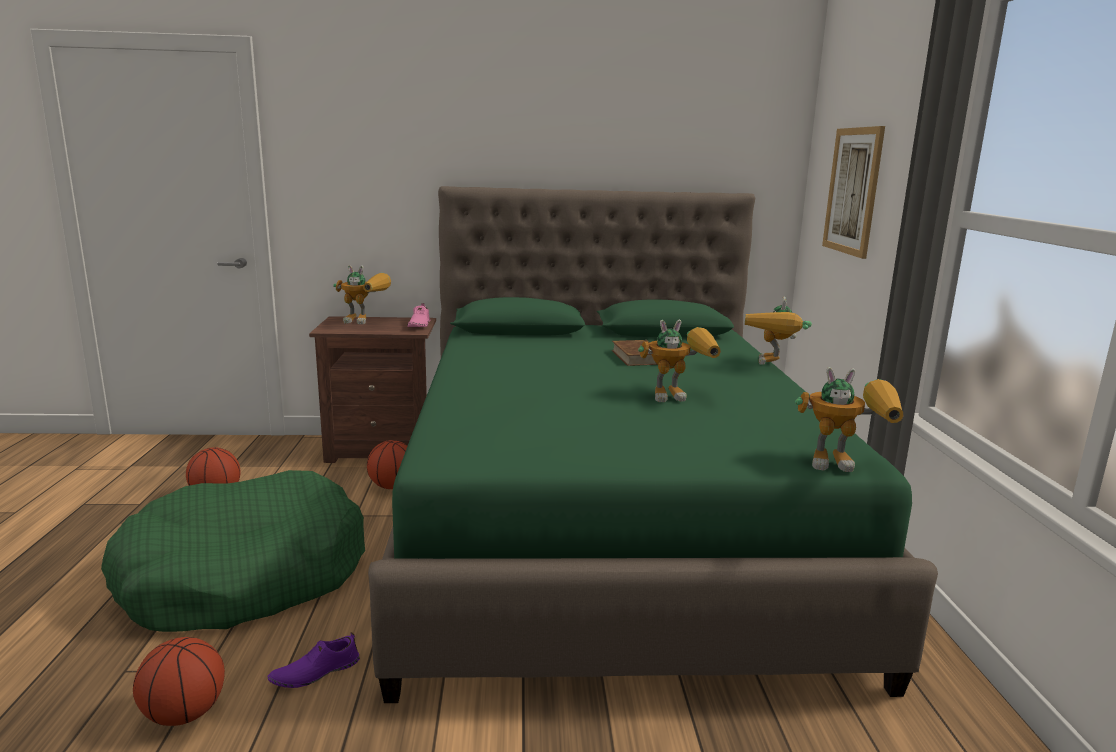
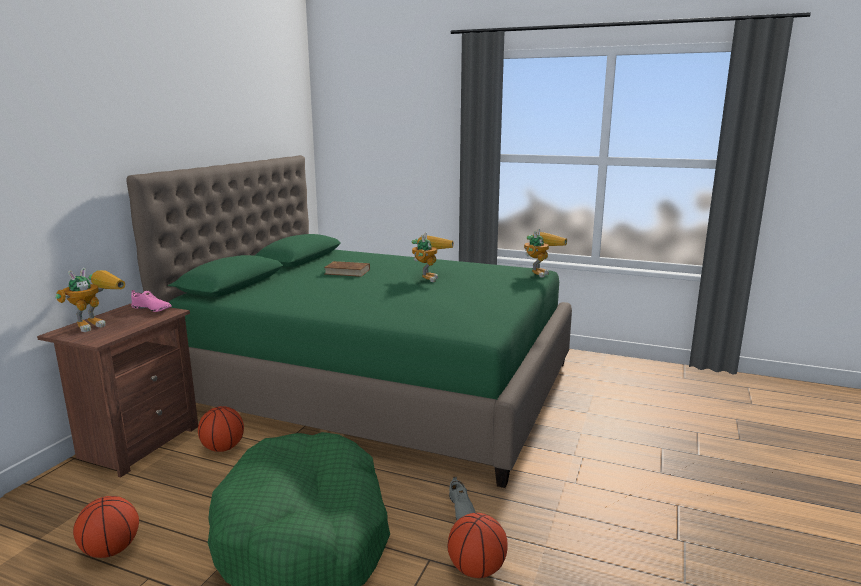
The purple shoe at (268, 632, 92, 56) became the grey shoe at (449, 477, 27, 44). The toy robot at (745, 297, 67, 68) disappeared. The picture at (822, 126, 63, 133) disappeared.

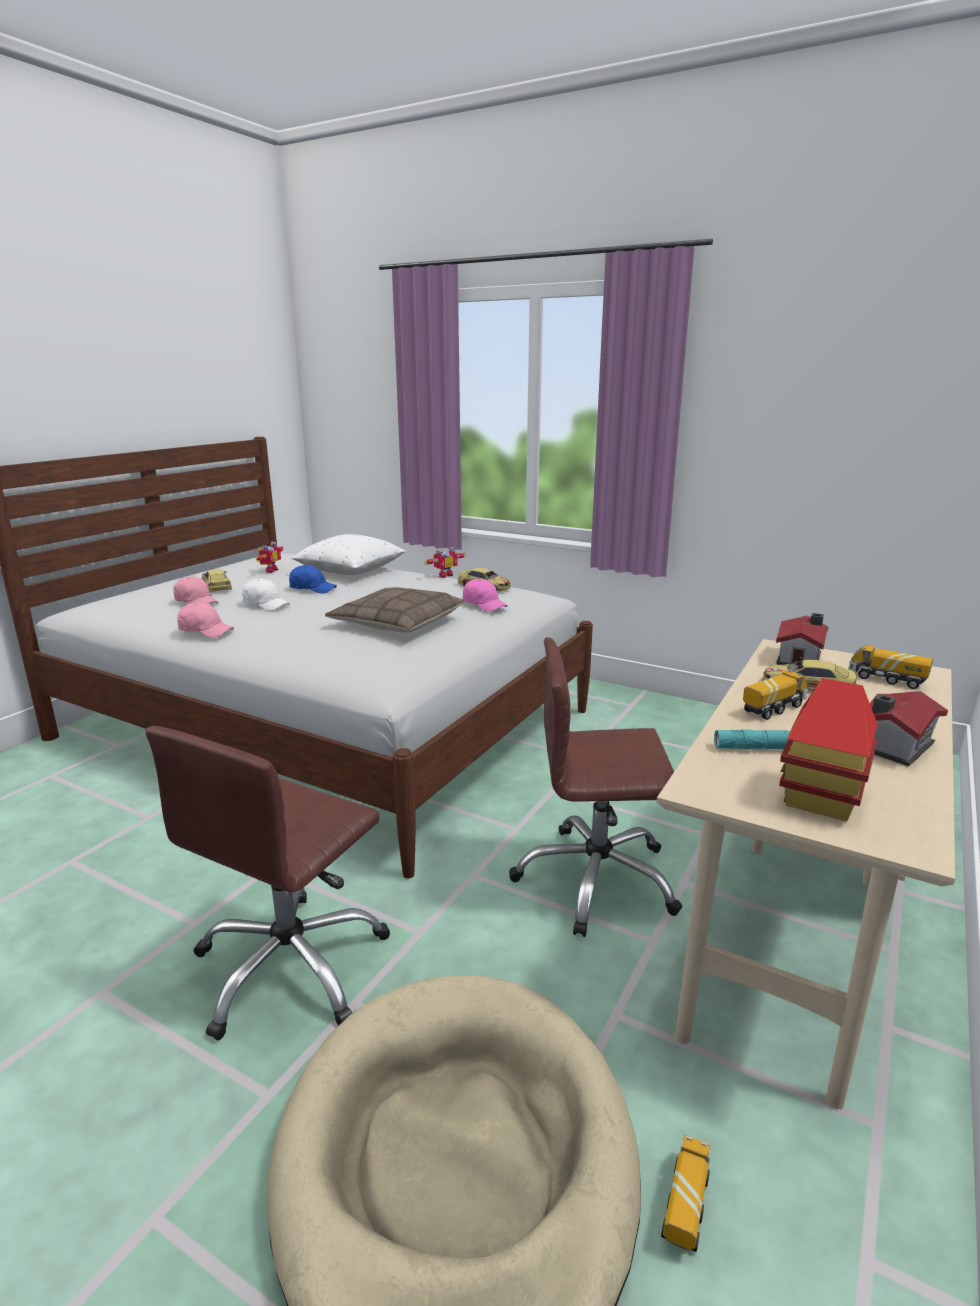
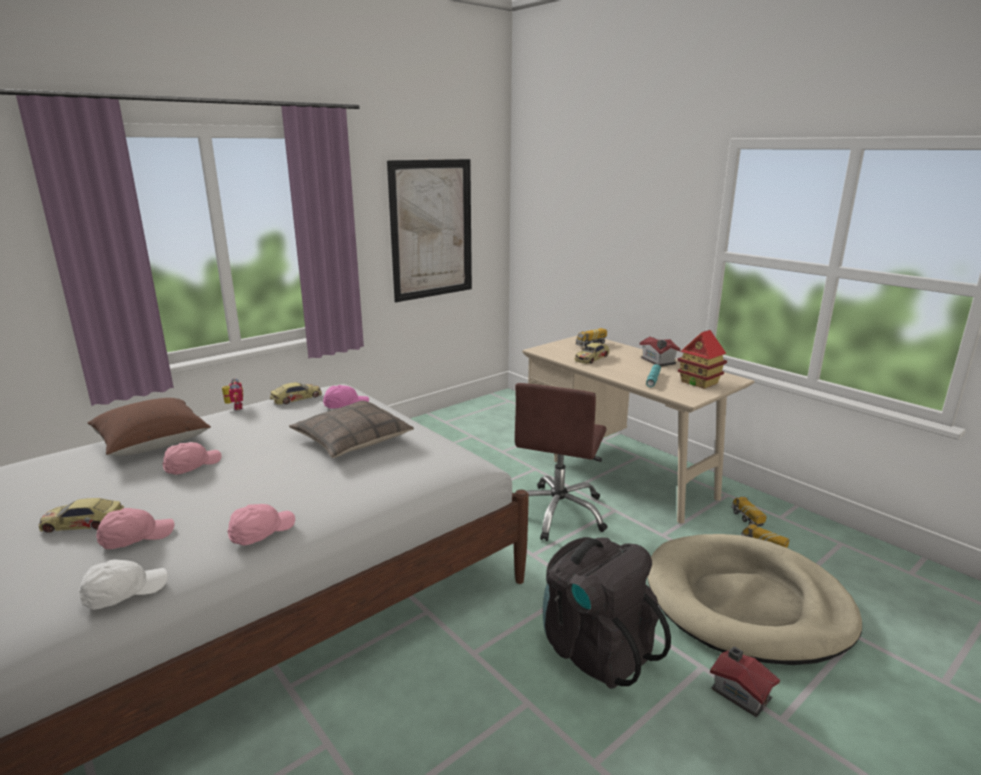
The white cap moved from (242, 579, 48, 32) to (78, 560, 90, 50). The white pillow at (292, 534, 114, 41) became the brown pillow at (88, 398, 123, 58). The blue cap at (289, 565, 48, 29) became the pink cap at (162, 442, 60, 33). The picture at (387, 159, 85, 143) appeared. The brown office chair at (146, 726, 244, 315) was replaced by the black backpack at (543, 537, 128, 152). The toy house moved from (776, 613, 52, 52) to (710, 647, 70, 70). The toy truck moved from (743, 670, 66, 50) to (731, 496, 36, 30). The toy robot at (256, 542, 27, 31) disappeared.

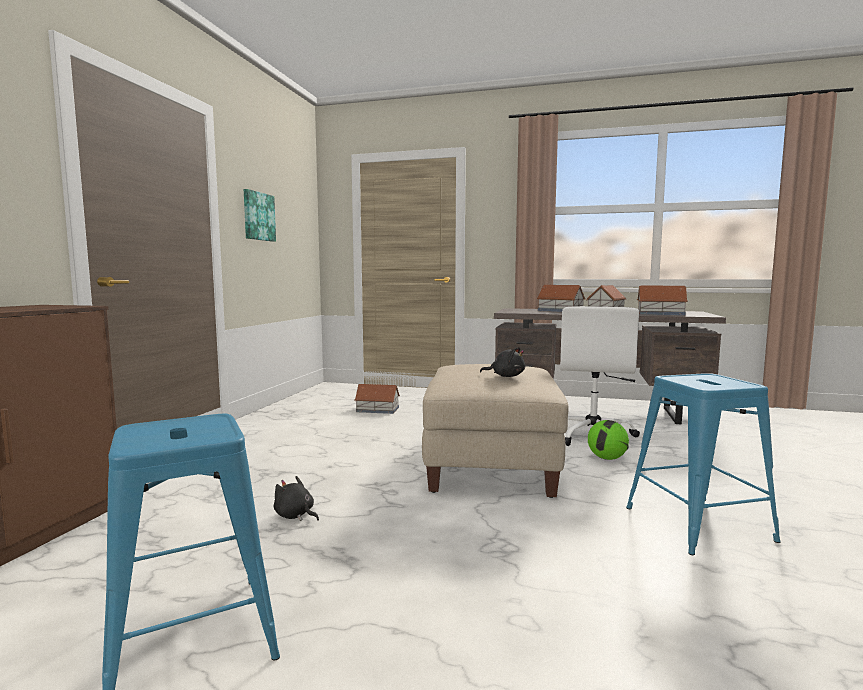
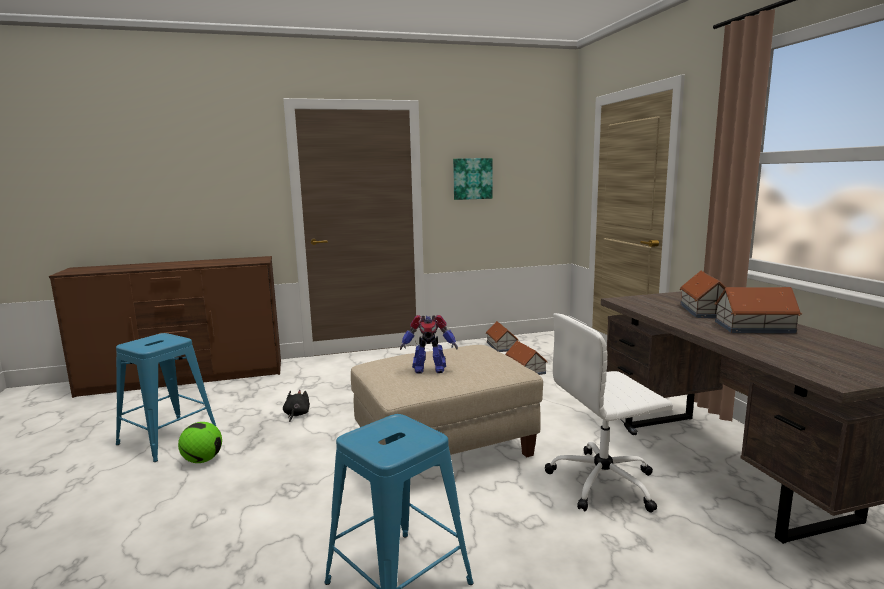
The football moved from (588, 420, 41, 40) to (178, 422, 44, 41). The black plush toy at (480, 347, 45, 30) was replaced by the toy robot at (400, 315, 58, 59). The toy house moved from (637, 286, 51, 29) to (486, 321, 33, 31).

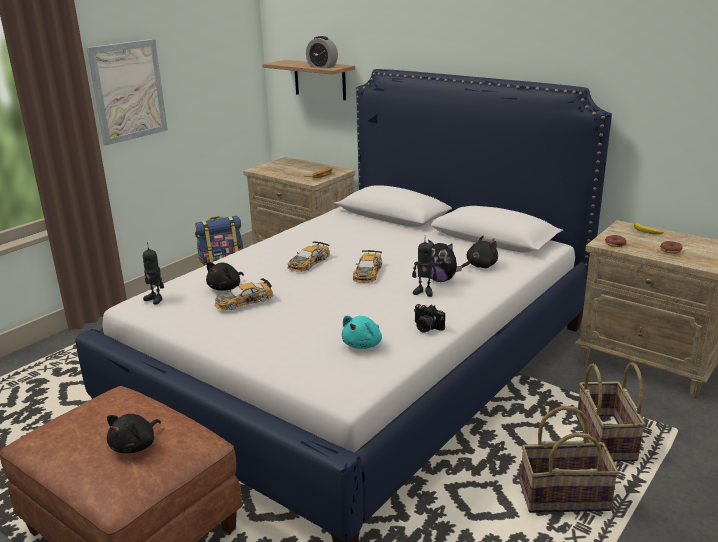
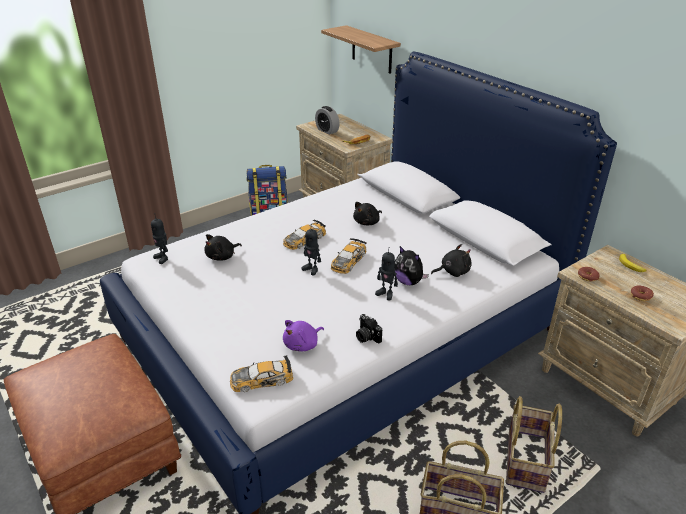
The toy car moved from (215, 278, 59, 32) to (230, 355, 63, 37). The turquoise plush toy at (342, 315, 40, 34) became the purple plush toy at (283, 320, 41, 31). The toy robot at (301, 228, 20, 48) appeared. The alarm clock moved from (306, 36, 32, 32) to (315, 106, 25, 29). The black plush toy moved from (107, 414, 54, 39) to (353, 202, 29, 23). The picture at (87, 39, 81, 107) disappeared.

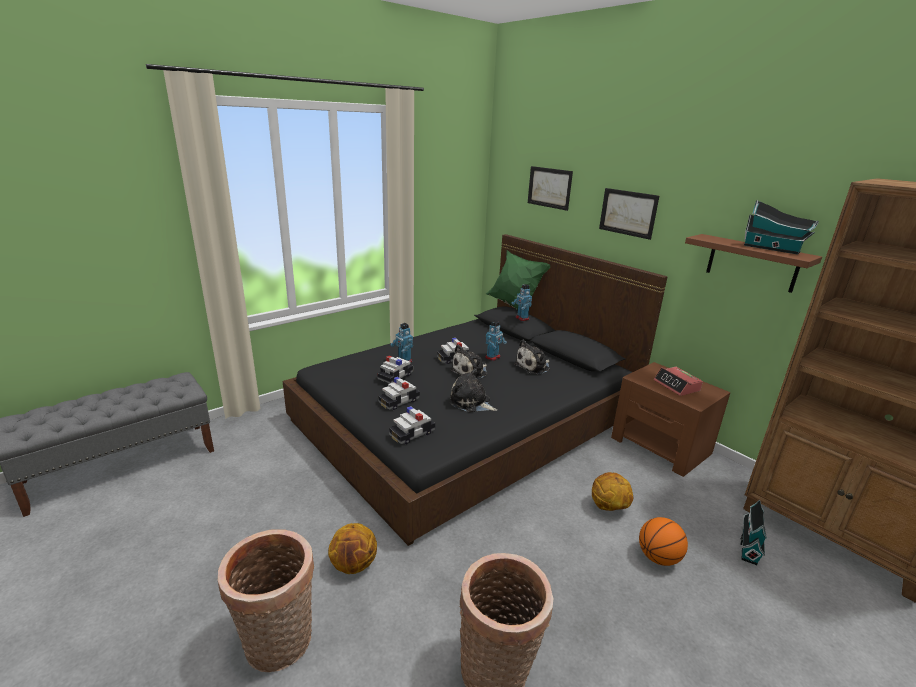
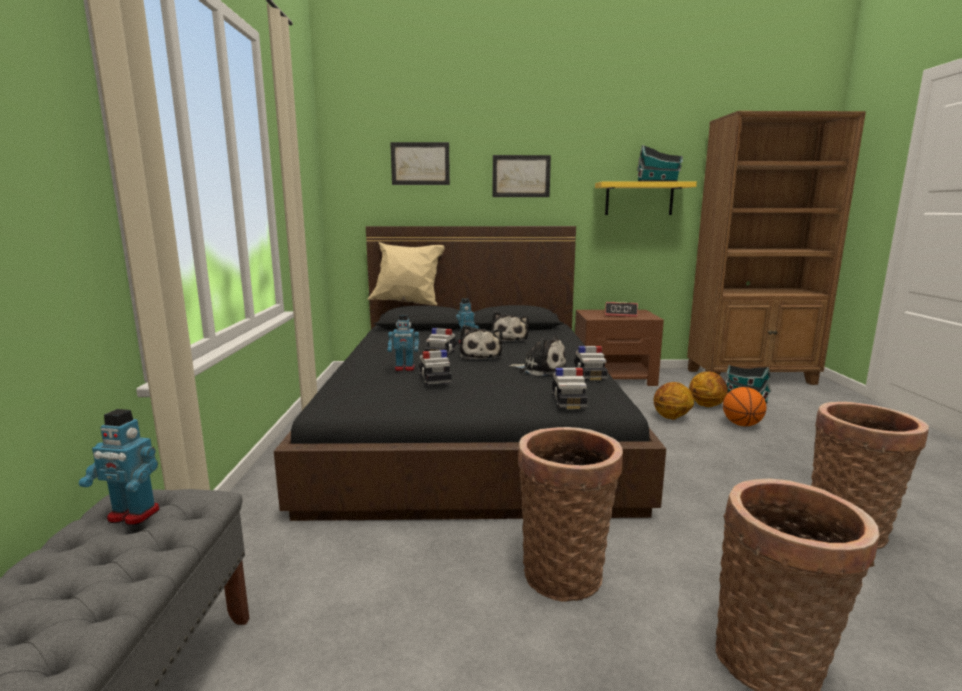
The toy robot moved from (512, 284, 20, 37) to (79, 409, 81, 116). The green pillow at (486, 250, 64, 60) became the beige pillow at (367, 242, 78, 63). The plush toy at (449, 368, 49, 44) turned 135 degrees counterclockwise. The basket at (518, 427, 105, 175) appeared. The toy car moved from (378, 377, 42, 33) to (574, 346, 34, 34). The brown shelf at (685, 234, 137, 59) became the yellow shelf at (595, 182, 102, 33). The basketball moved from (328, 523, 49, 51) to (689, 371, 39, 36).

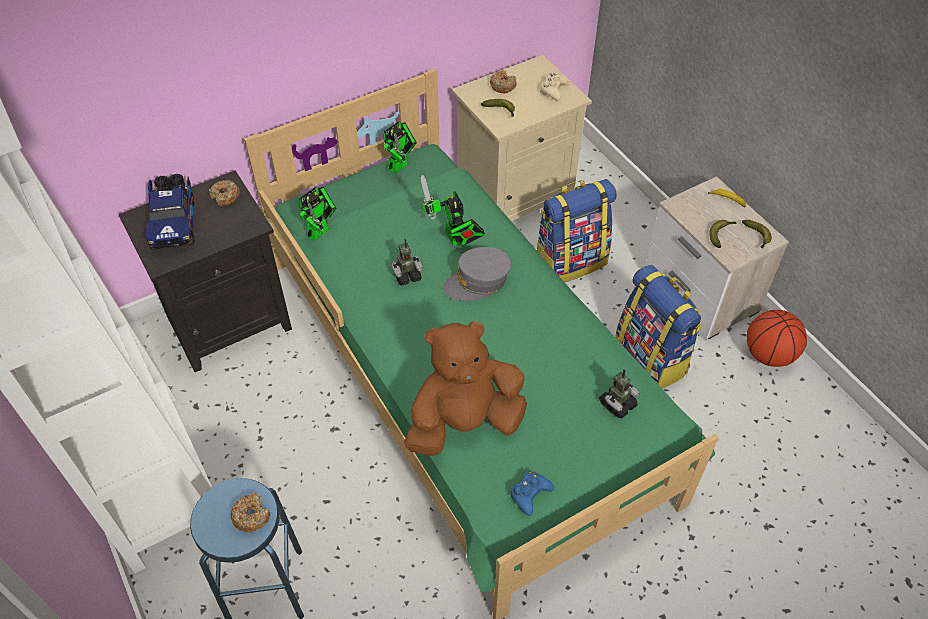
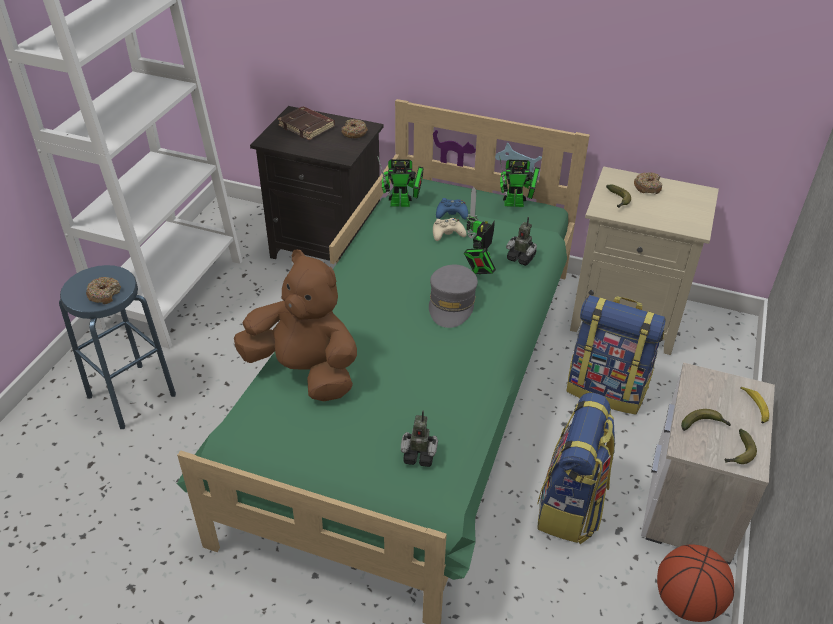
The toy truck at (145, 174, 49, 76) was replaced by the brown book at (278, 106, 57, 34). The grey cap at (443, 247, 68, 54) turned 105 degrees counterclockwise. The beige game controller moved from (540, 73, 30, 28) to (433, 218, 34, 23). The blue game controller moved from (510, 471, 44, 45) to (436, 198, 32, 22). The toy robot moved from (391, 238, 32, 48) to (506, 217, 31, 49).

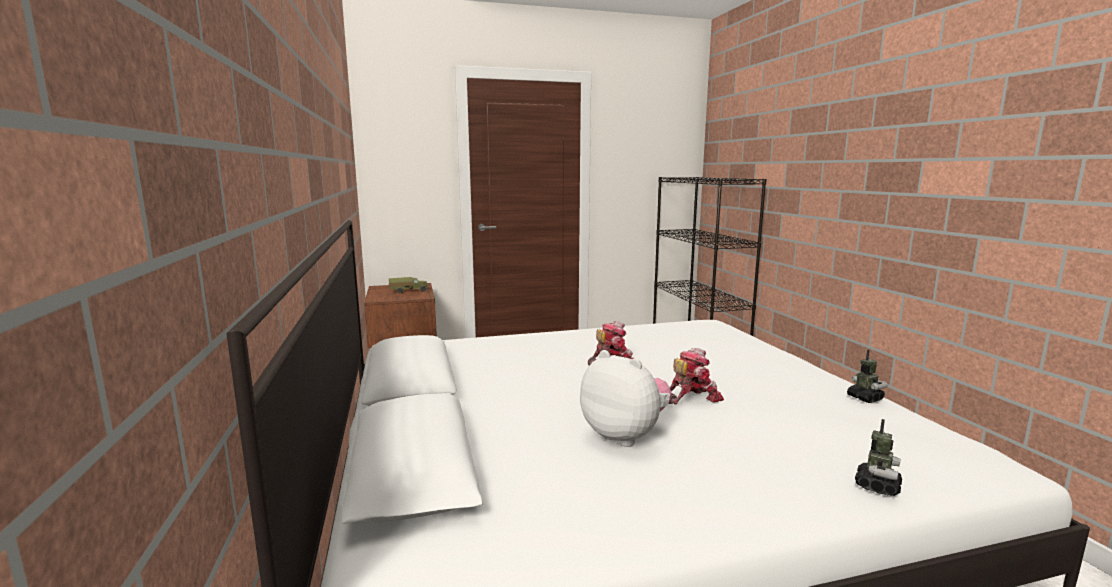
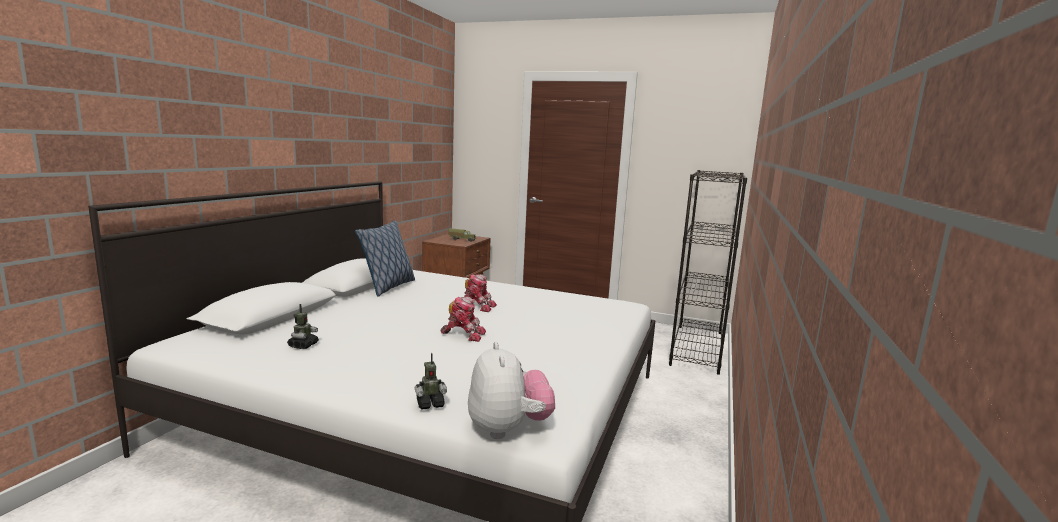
The toy robot moved from (847, 350, 41, 53) to (287, 304, 32, 45). The pillow at (355, 220, 60, 76) appeared. The plush toy moved from (580, 350, 92, 97) to (468, 342, 87, 97).

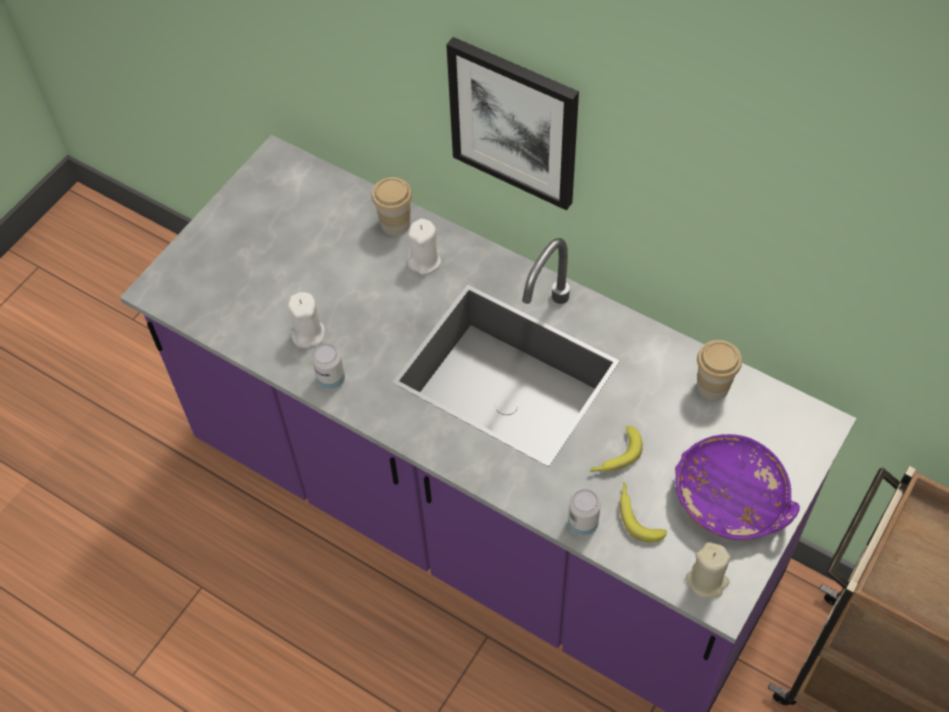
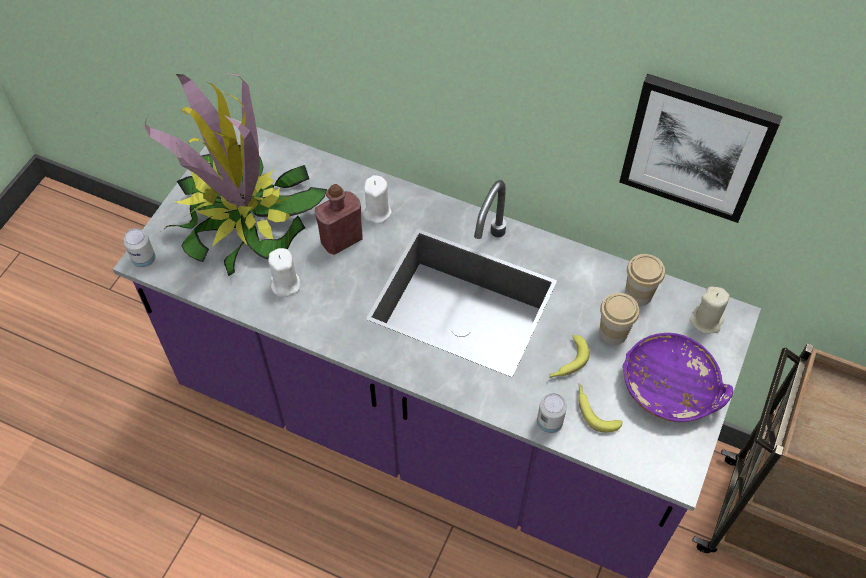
The can moved from (312, 344, 33, 46) to (124, 228, 32, 40). The potted plant at (145, 72, 183, 204) appeared. The red bottle at (315, 184, 48, 71) appeared. The cup moved from (372, 177, 40, 59) to (599, 293, 40, 52). The picture moved from (446, 37, 133, 174) to (619, 74, 164, 149). The beige candle moved from (686, 542, 45, 56) to (690, 287, 40, 47).

